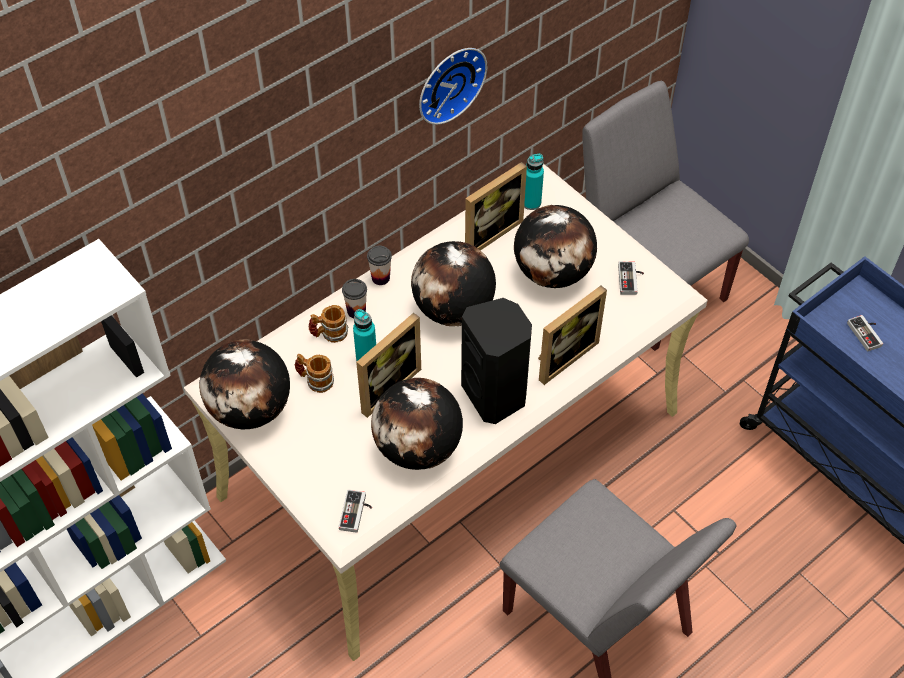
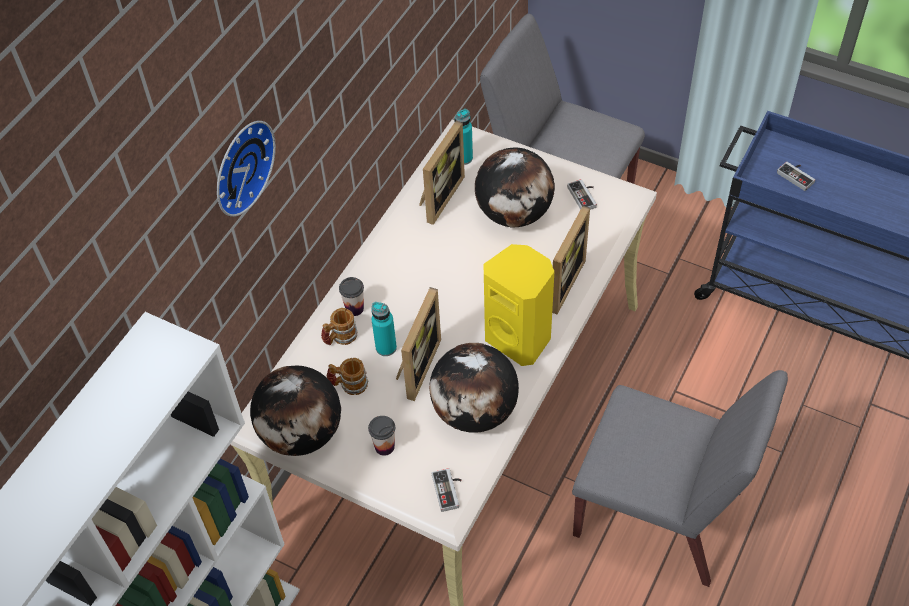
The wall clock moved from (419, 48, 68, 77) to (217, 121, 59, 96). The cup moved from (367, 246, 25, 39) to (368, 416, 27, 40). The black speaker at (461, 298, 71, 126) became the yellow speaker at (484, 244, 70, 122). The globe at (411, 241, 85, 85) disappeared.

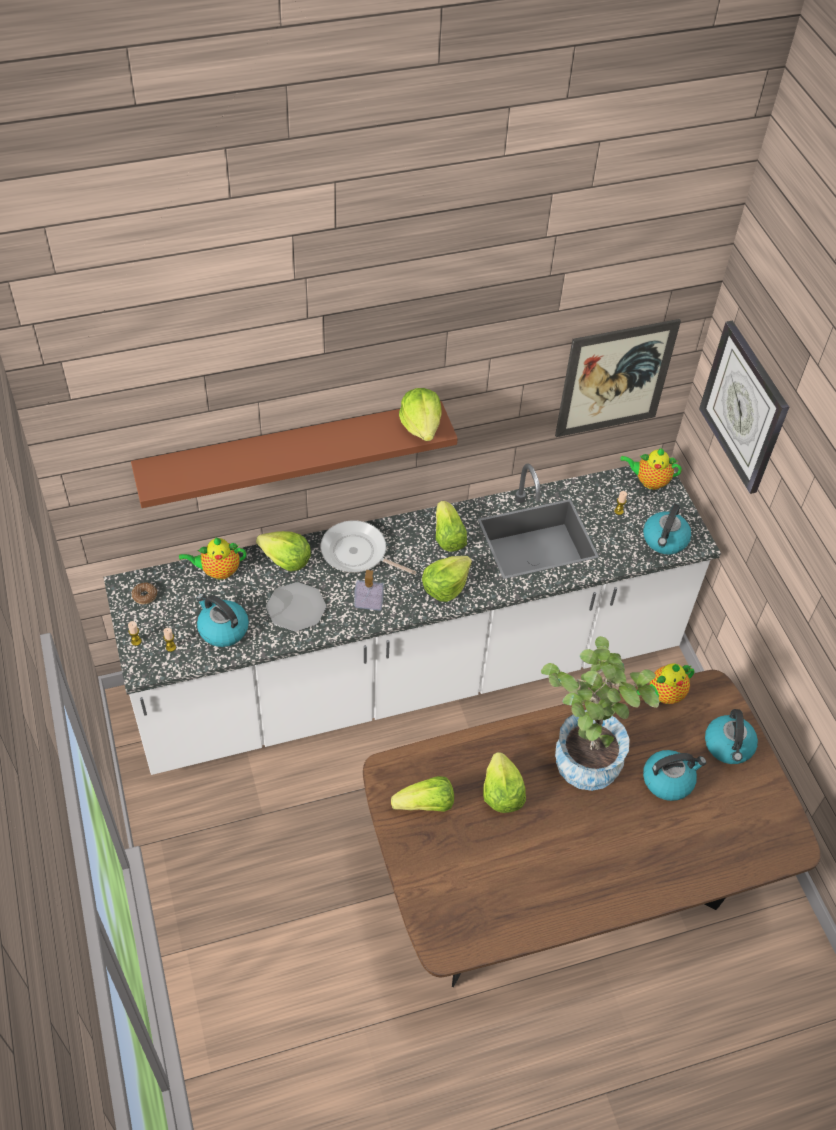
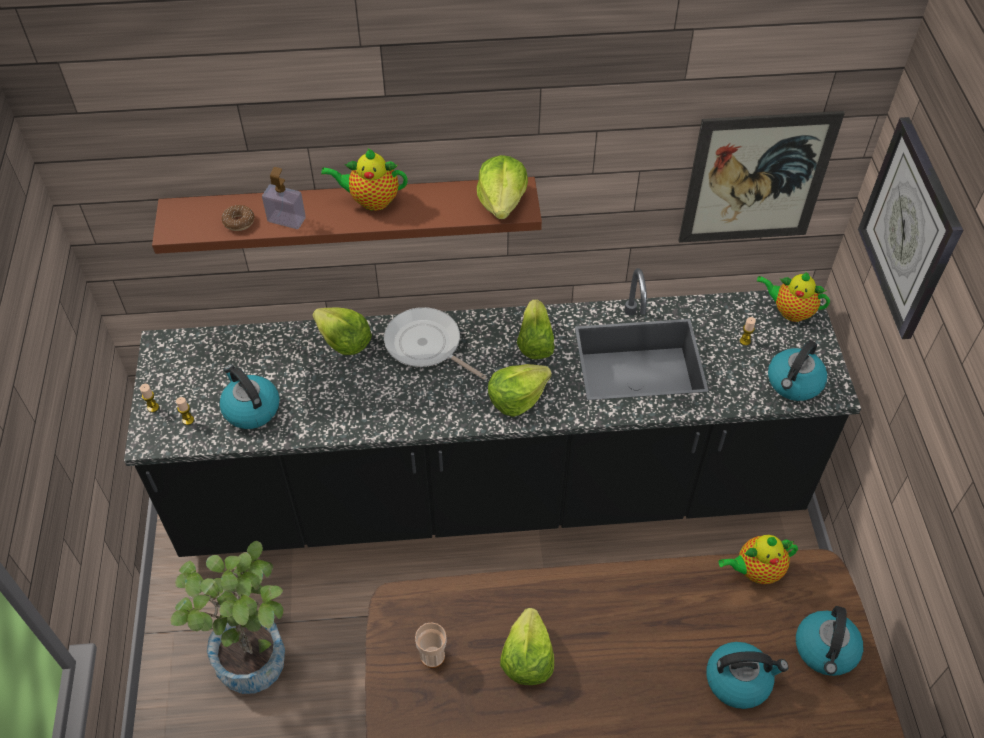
The white counter at (104, 463, 617, 312) became the black counter at (124, 268, 737, 289). The potted plant moved from (541, 636, 118, 155) to (170, 541, 115, 153). The donut moved from (131, 582, 26, 22) to (222, 205, 32, 26). The soap dispenser moved from (355, 570, 29, 41) to (262, 167, 44, 62). The teapot moved from (179, 537, 68, 42) to (321, 149, 87, 62). The lettuce at (391, 776, 63, 36) was replaced by the cup at (415, 622, 31, 46). The plate at (266, 582, 60, 50) disappeared.

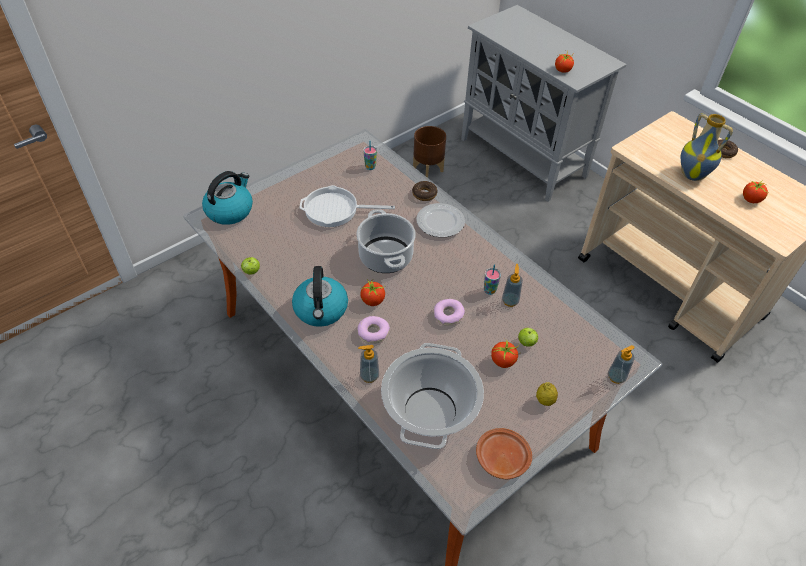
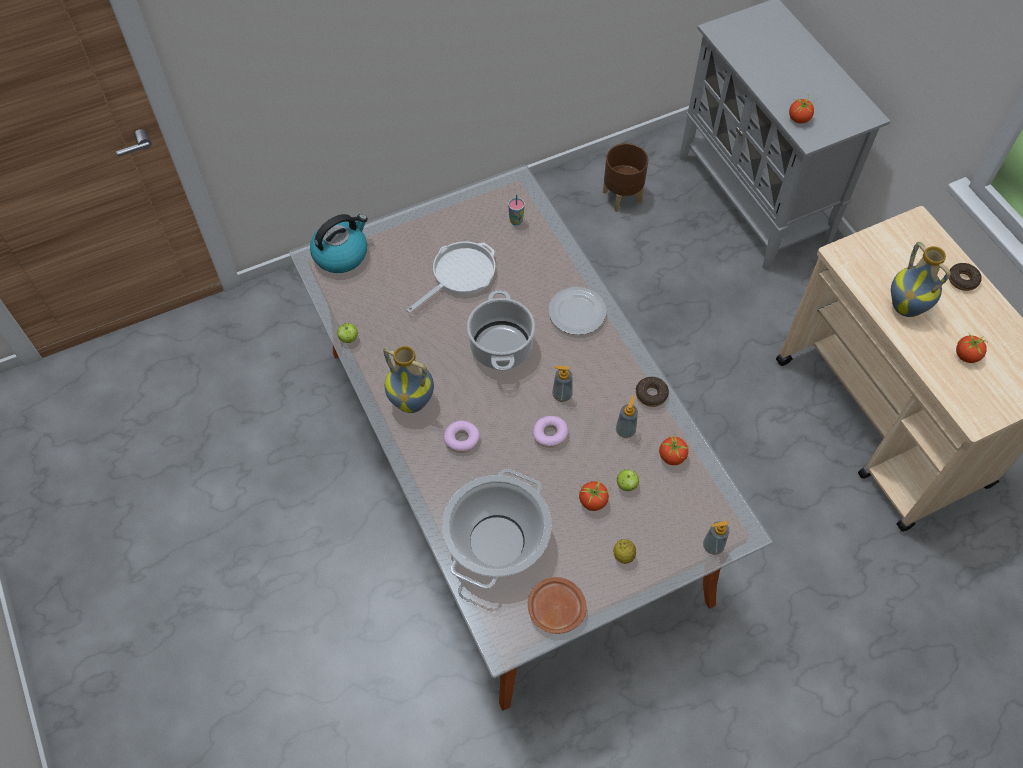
The kettle at (292, 266, 56, 61) was replaced by the vase at (383, 346, 51, 67). The frying pan at (300, 185, 95, 42) turned 120 degrees clockwise. The soap dispenser moved from (358, 345, 21, 38) to (552, 366, 20, 36). The donut moved from (412, 181, 26, 20) to (636, 377, 33, 30). The tomato moved from (360, 279, 25, 27) to (659, 434, 29, 31). The cup at (484, 264, 17, 31) disappeared.

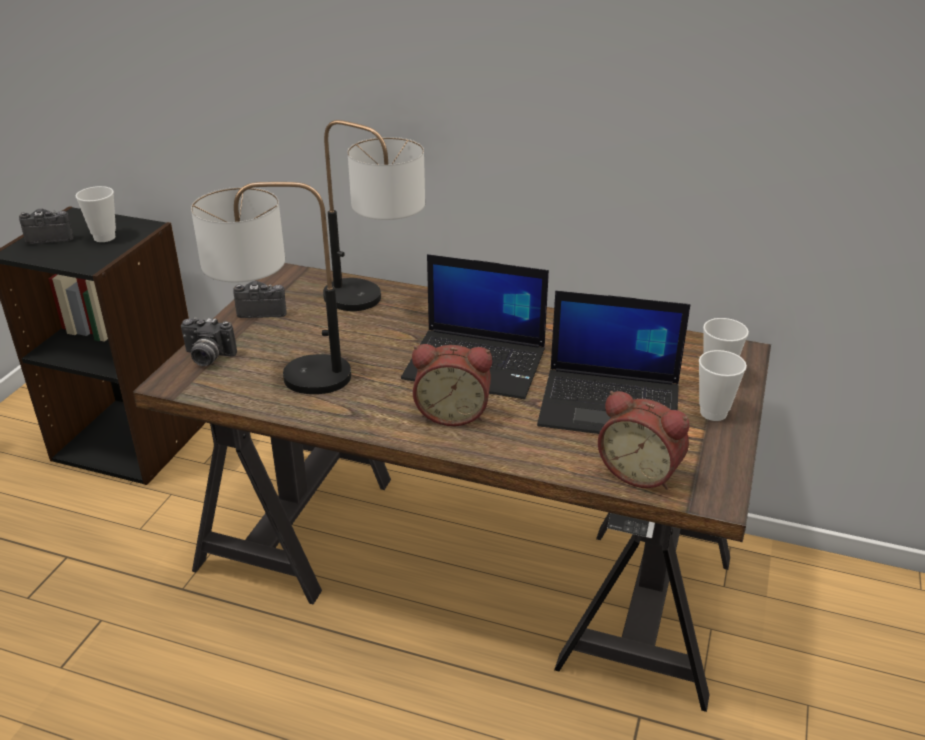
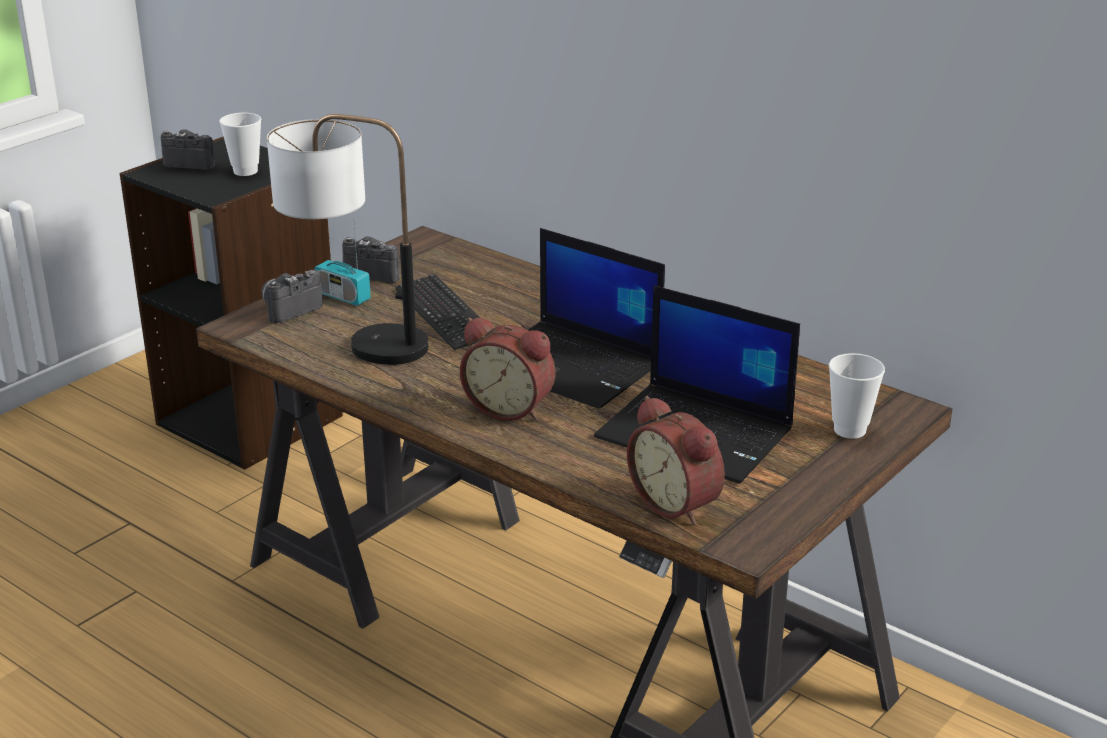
The photo camera at (181, 317, 56, 49) turned 105 degrees clockwise. The radio at (315, 226, 56, 80) appeared. The keyboard at (395, 274, 85, 76) appeared. The table lamp at (323, 120, 102, 191) disappeared. The cup at (699, 350, 48, 71) disappeared.

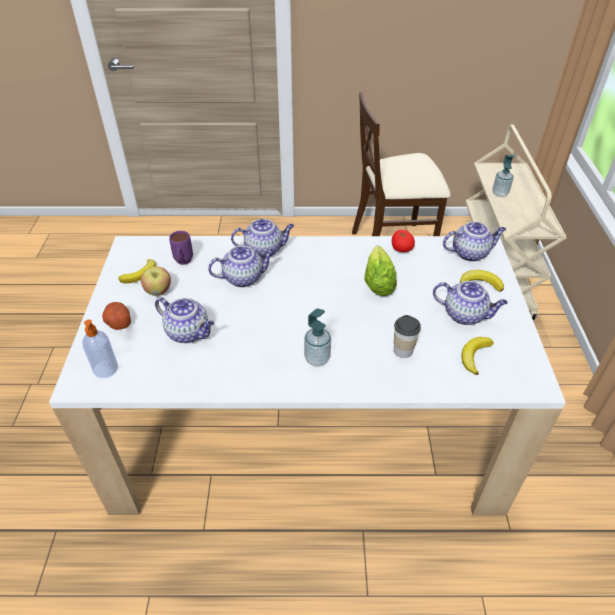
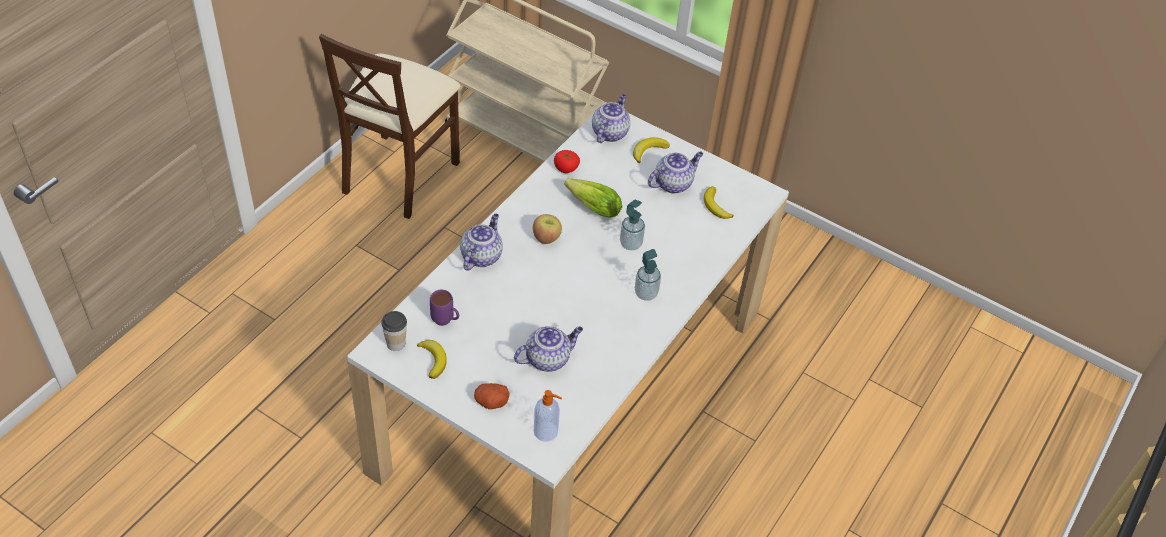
The cup moved from (394, 315, 27, 43) to (381, 311, 26, 40). The apple moved from (141, 266, 30, 30) to (533, 214, 29, 30). The soap dispenser moved from (492, 155, 23, 42) to (620, 200, 25, 50). The teapot at (208, 246, 66, 41) disappeared.

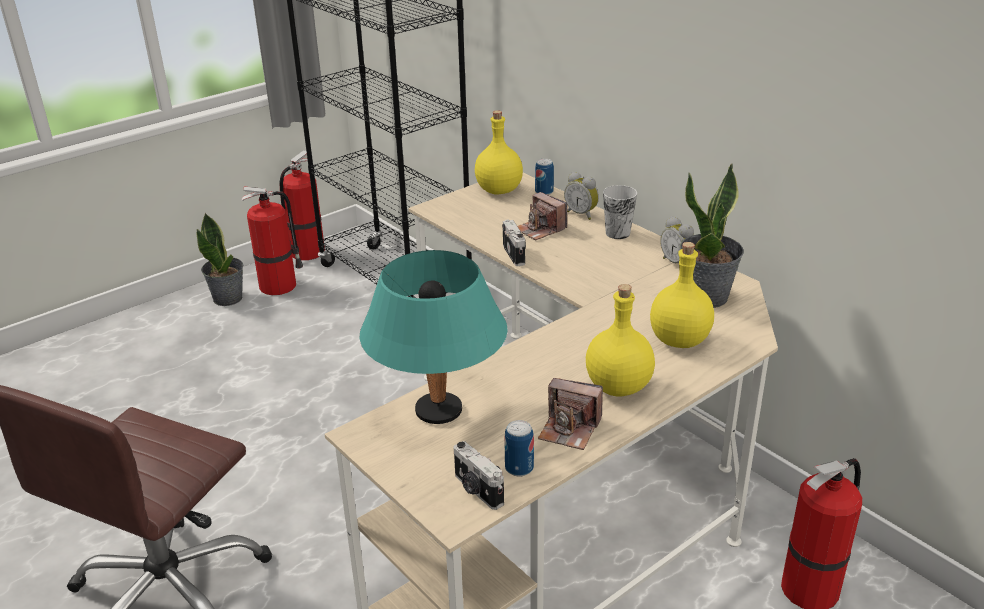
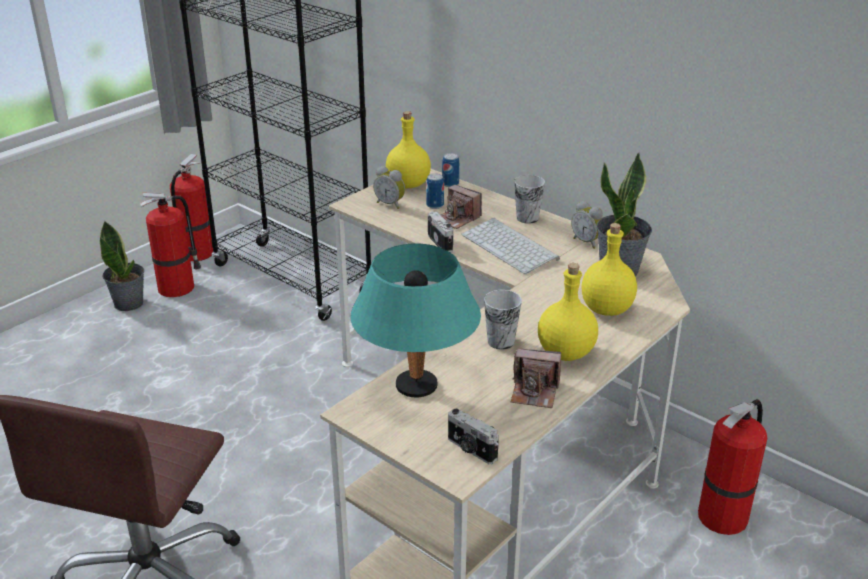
The alarm clock moved from (564, 172, 35, 48) to (373, 166, 32, 43). The can moved from (504, 420, 30, 57) to (426, 173, 18, 36). The keyboard at (462, 218, 98, 56) appeared. The cup at (484, 290, 38, 60) appeared.

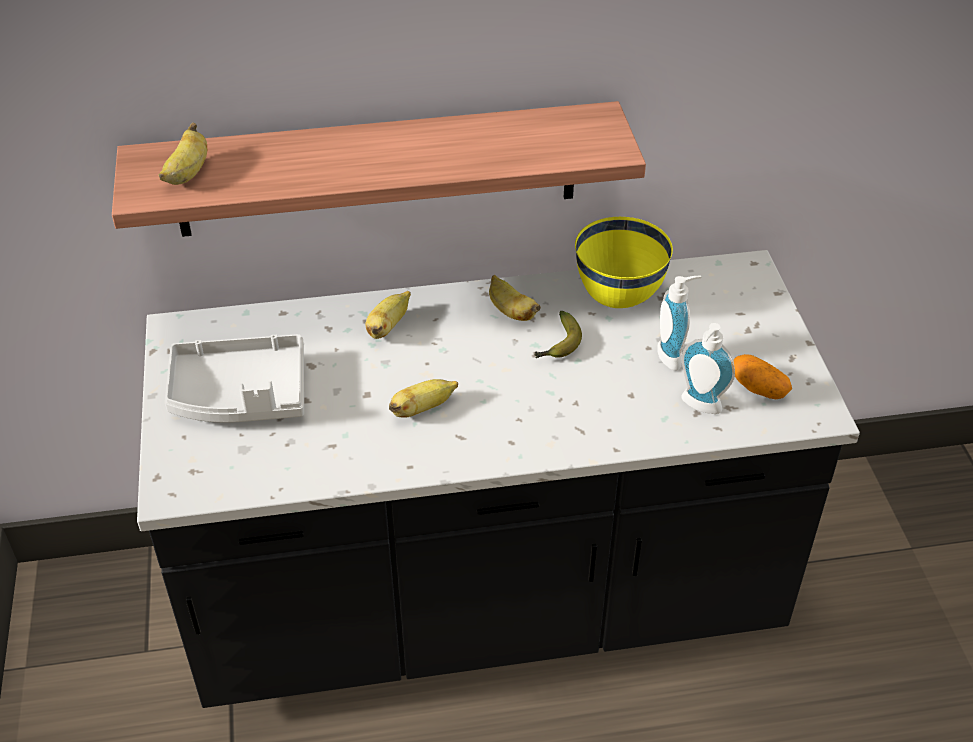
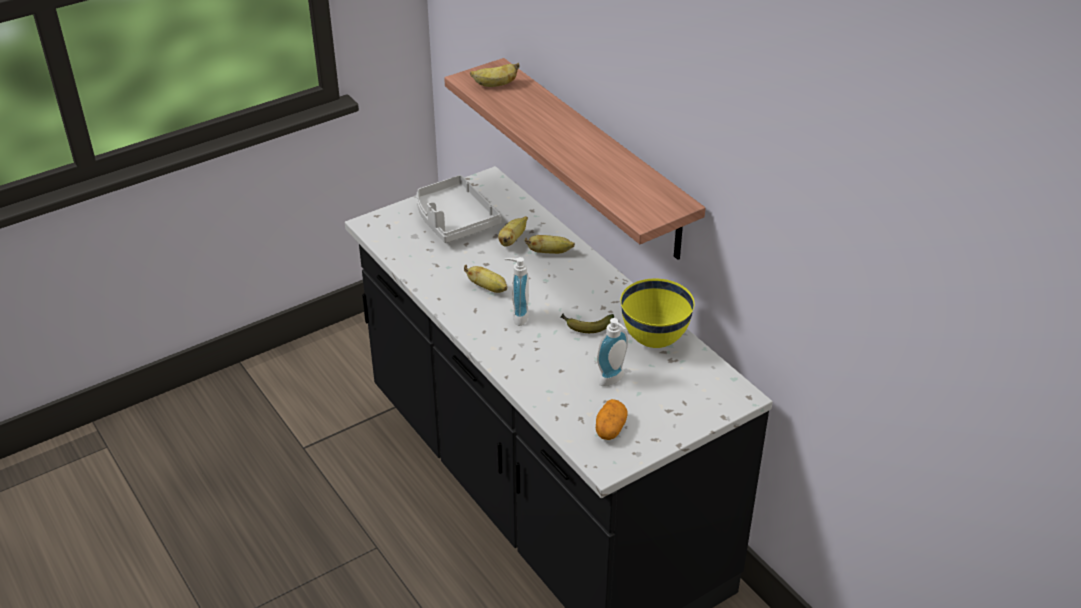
The banana moved from (489, 275, 52, 46) to (498, 216, 30, 31). The soap dispenser moved from (681, 323, 54, 91) to (505, 257, 24, 69).

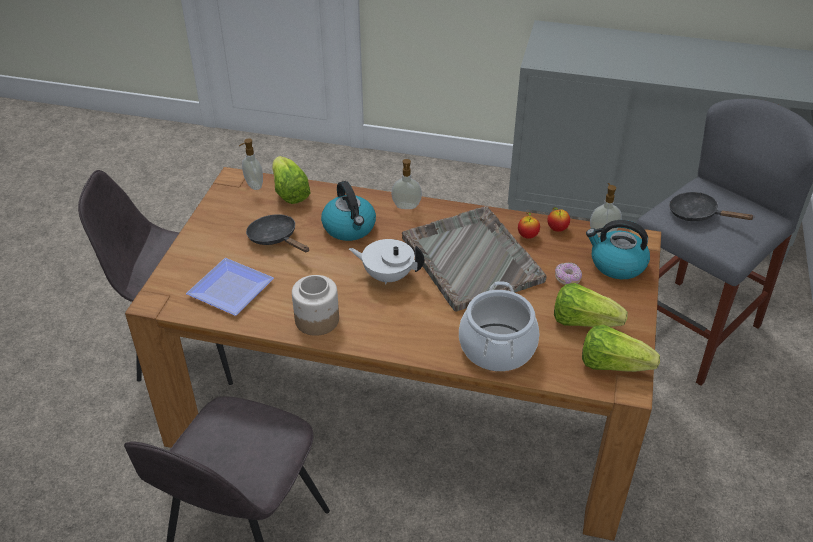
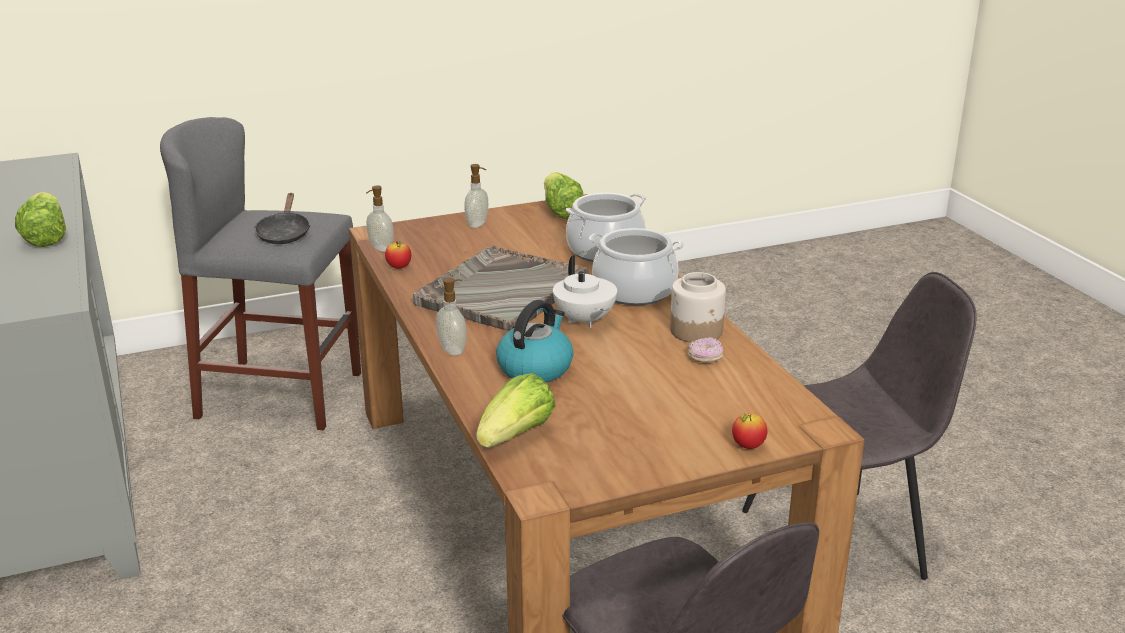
The lettuce moved from (554, 283, 74, 44) to (15, 192, 51, 55). The soap dispenser moved from (239, 138, 24, 52) to (465, 164, 23, 64). The cooking pot at (589, 228, 95, 77) appeared. The donut moved from (555, 262, 27, 23) to (688, 337, 35, 26). The apple moved from (518, 212, 22, 27) to (732, 413, 35, 36). The plate at (186, 258, 88, 58) disappeared. The black frying pan at (246, 214, 63, 38) disappeared. The kettle at (586, 220, 64, 59) disappeared.

